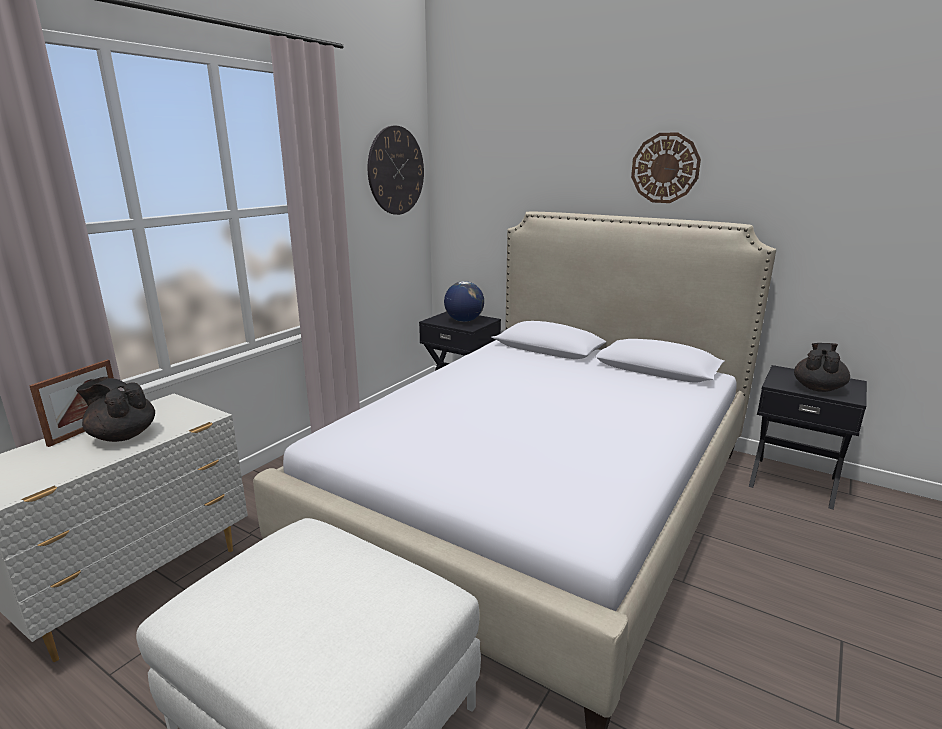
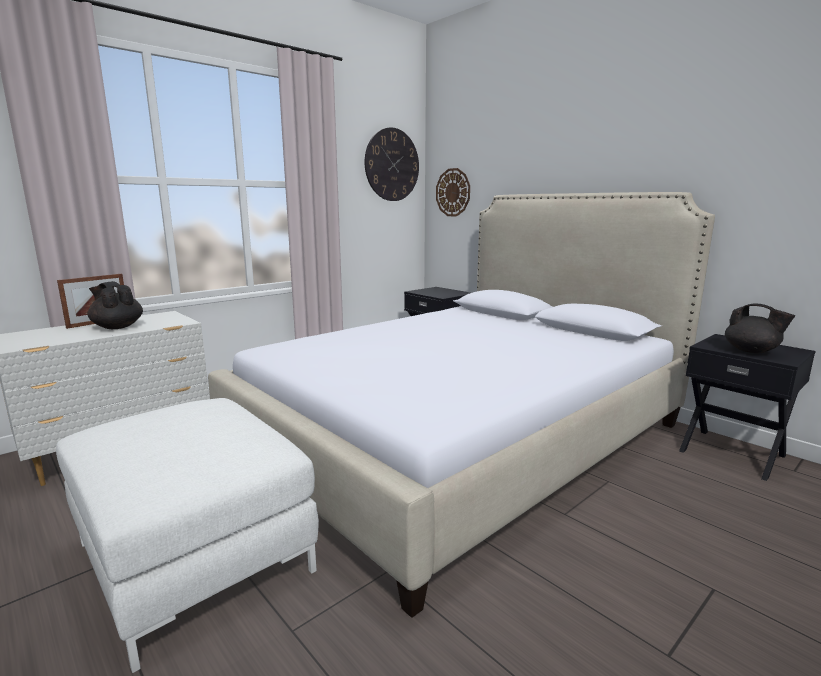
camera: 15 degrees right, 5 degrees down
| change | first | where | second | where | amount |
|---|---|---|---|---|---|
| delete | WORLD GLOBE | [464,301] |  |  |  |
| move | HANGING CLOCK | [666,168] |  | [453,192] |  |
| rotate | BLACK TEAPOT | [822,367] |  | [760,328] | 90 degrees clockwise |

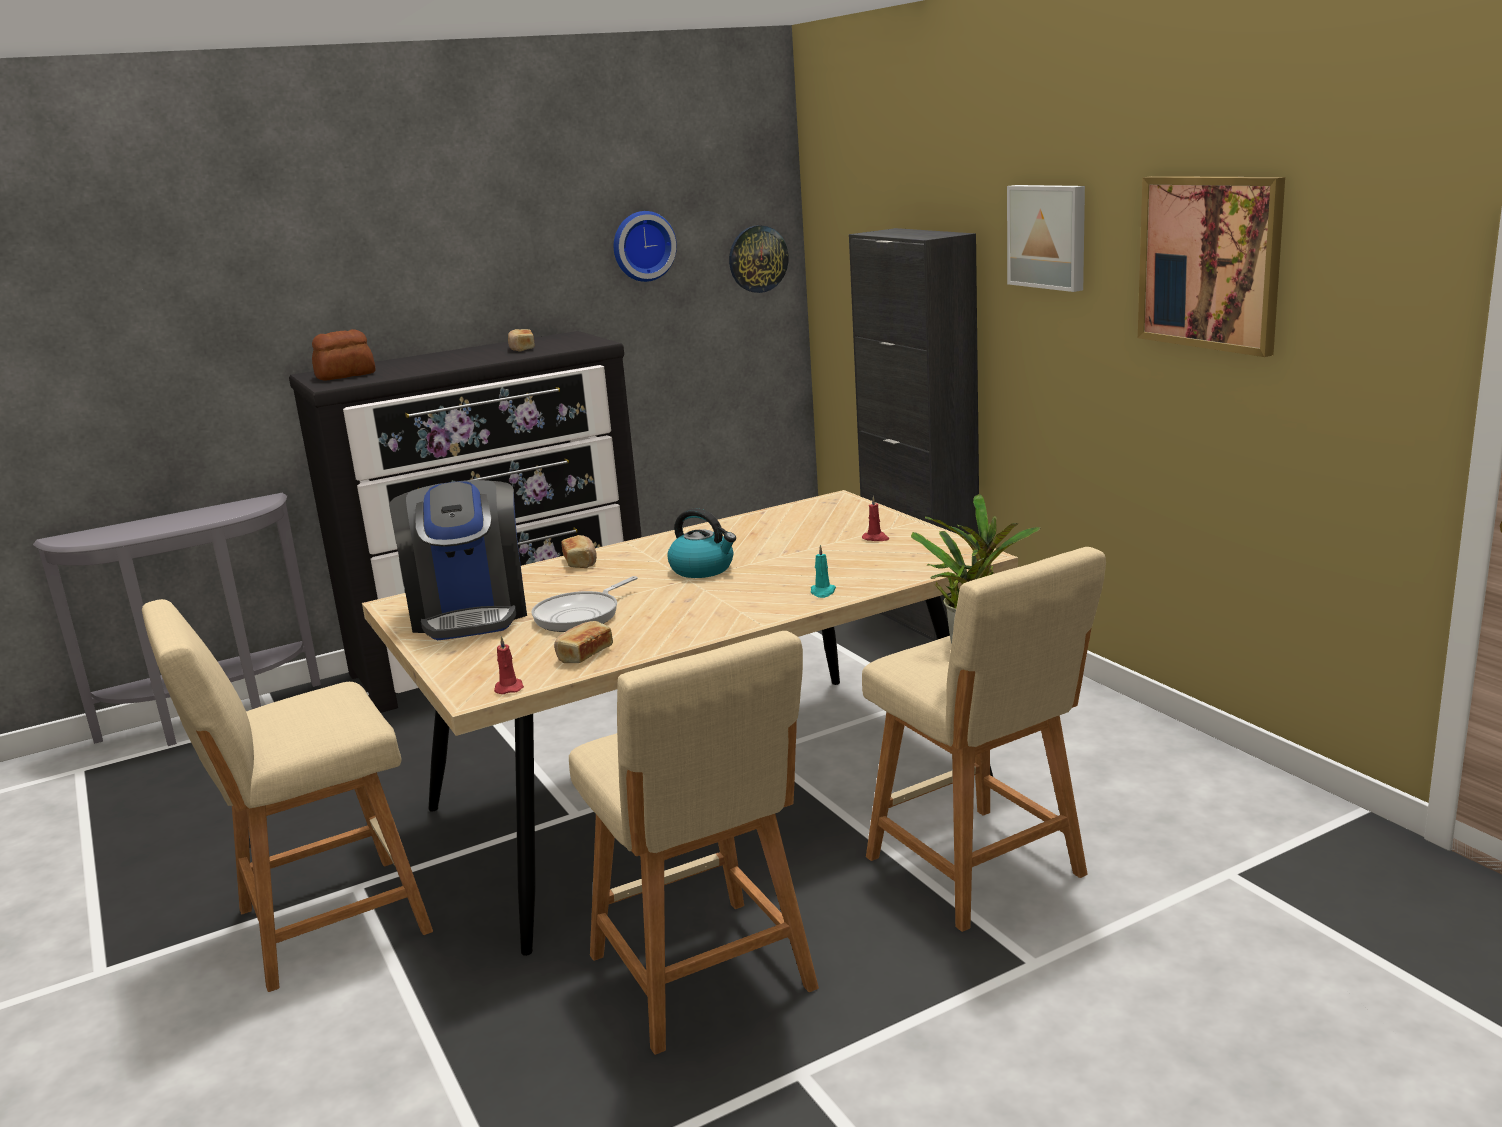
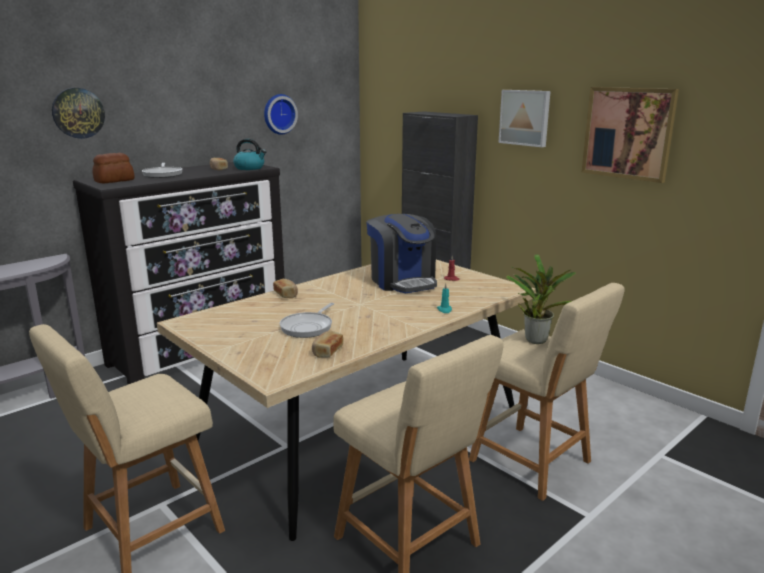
camera: 15 degrees left, 0 degrees up
| change | first | where | second | where | amount |
|---|---|---|---|---|---|
| delete | REDDISH WAX LIGHT | [509,665] |  |  |  |
| insert |  |  | FRYING PAN | [162,170] |  |
| move | COFFEE BREWER | [458,560] |  | [402,253] |  |
| move | TEA KETTLE | [701,543] |  | [249,154] |  |
| move | HANGING CLOCK | [759,259] |  | [78,113] |  |

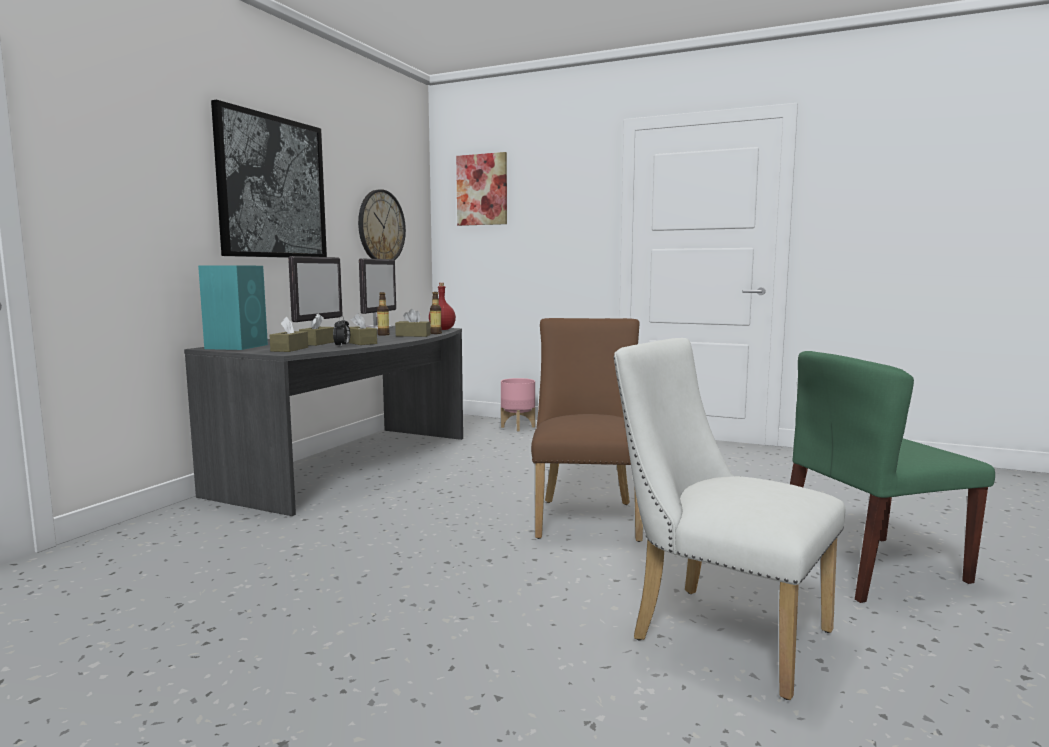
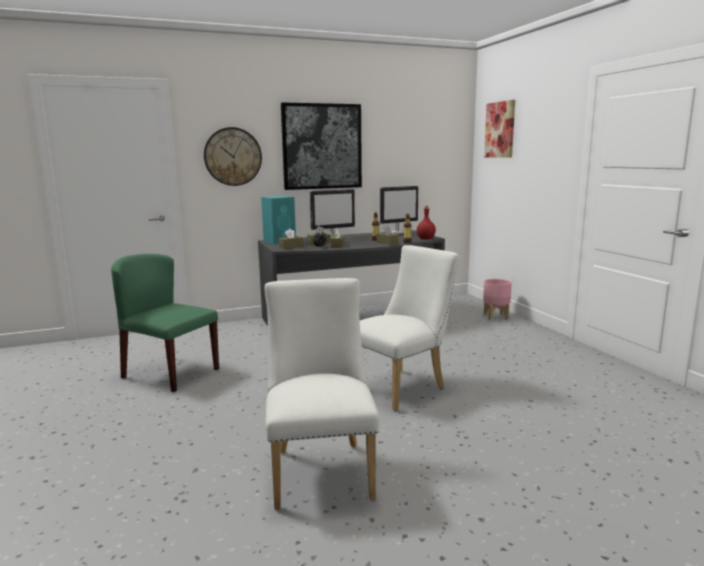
camera: 45 degrees right, 5 degrees up
| change | first | where | second | where | amount |
|---|---|---|---|---|---|
| move | HANGING CLOCK | [382,224] |  | [233,156] |  |
| move | GREEN-COLOURED UPRIGHT CHAIR | [892,477] |  | [165,323] |  |
| recolor | BROWNISH UPRIGHT CHAIR | [587,430] | WHITE-COLOURED UPRIGHT CHAIR | [409,328] |  |

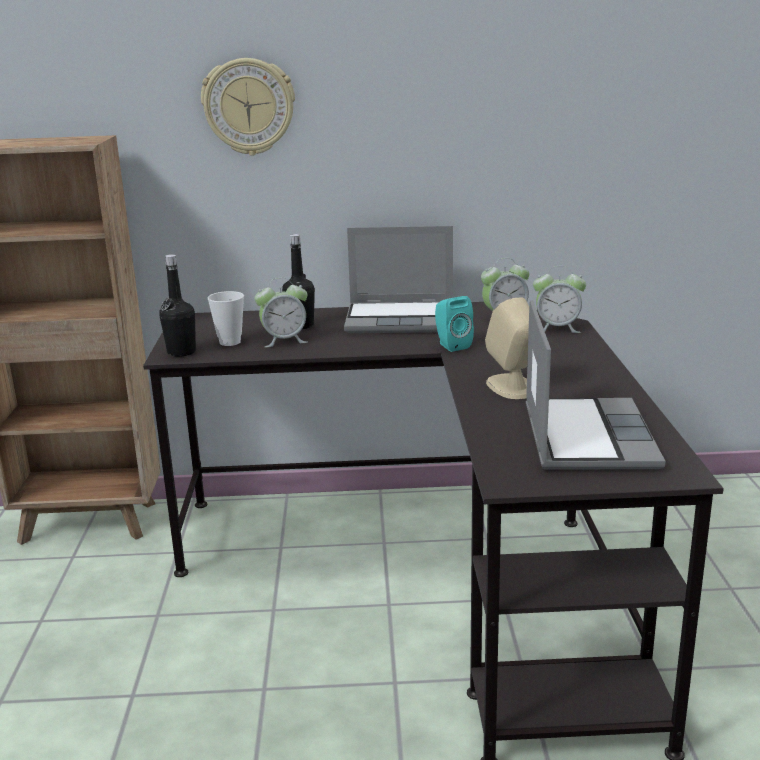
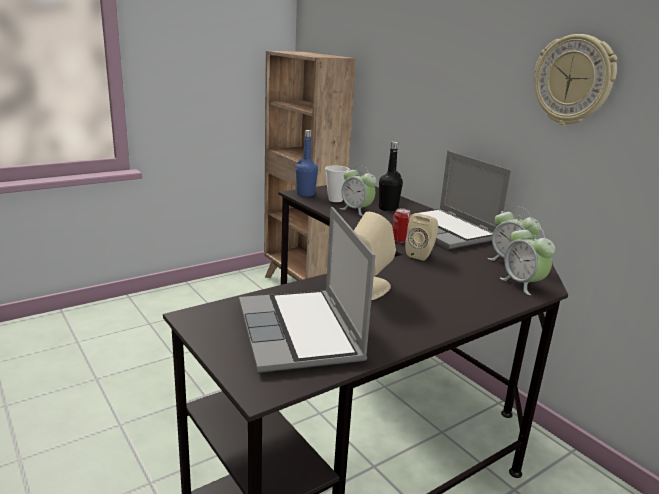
camera: 55 degrees right, 0 degrees up
| change | first | where | second | where | amount |
|---|---|---|---|---|---|
| insert |  |  | METAL CAN | [402,225] |  |
| move | HANGING CLOCK | [248,107] |  | [575,79] |  |
| recolor | BLACK BEVERAGE BOTTLE | [177,305] | BLUISH BEVERAGE BOTTLE | [307,163] |  |
| recolor | TURQUOISE AUDIO SPEAKER | [454,324] | BEIGE-COLOURED AUDIO SPEAKER | [421,237] |  |
| rotate | PORTABLE COMPUTER | [595,385] |  | [307,290] | 105 degrees clockwise |

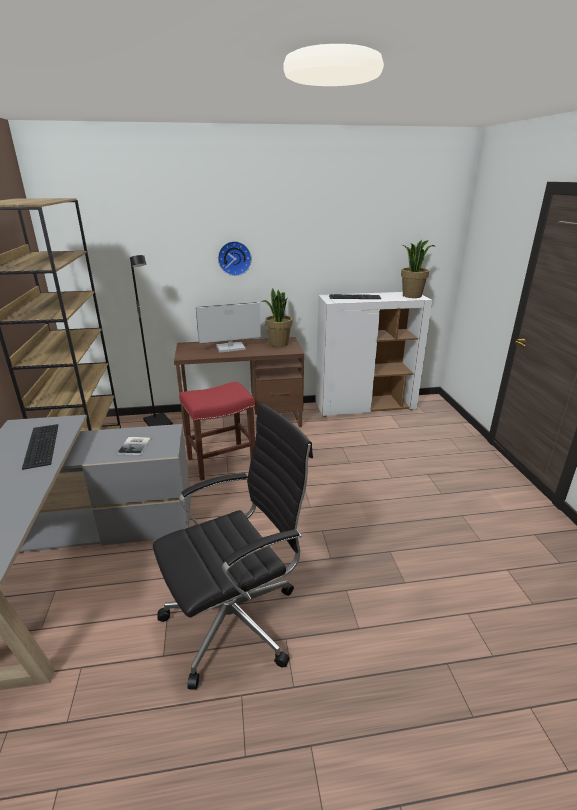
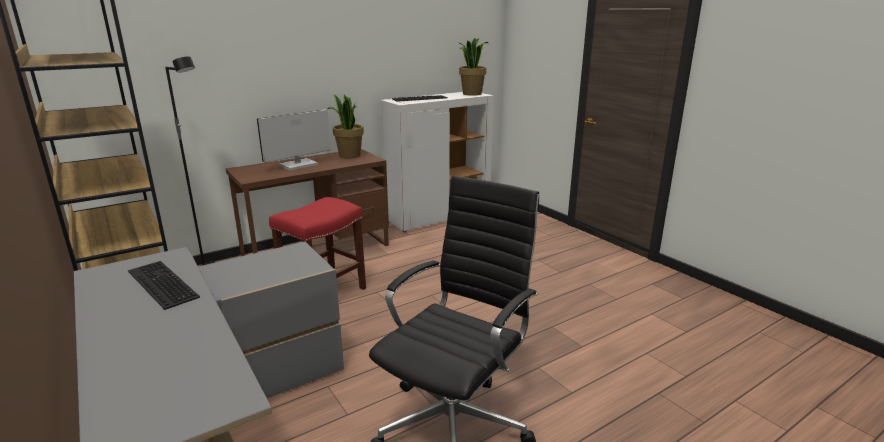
camera: 25 degrees left, 5 degrees down
| change | first | where | second | where | amount |
|---|---|---|---|---|---|
| delete | BOUND BOOK | [134,446] |  |  |  |
| delete | HANGING CLOCK | [235,258] |  |  |  |

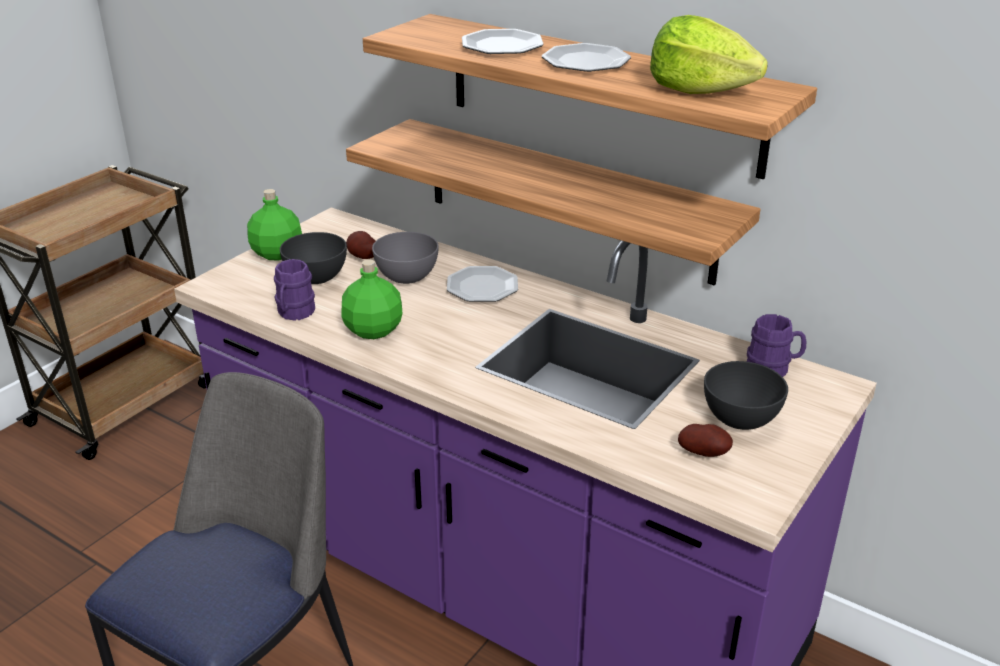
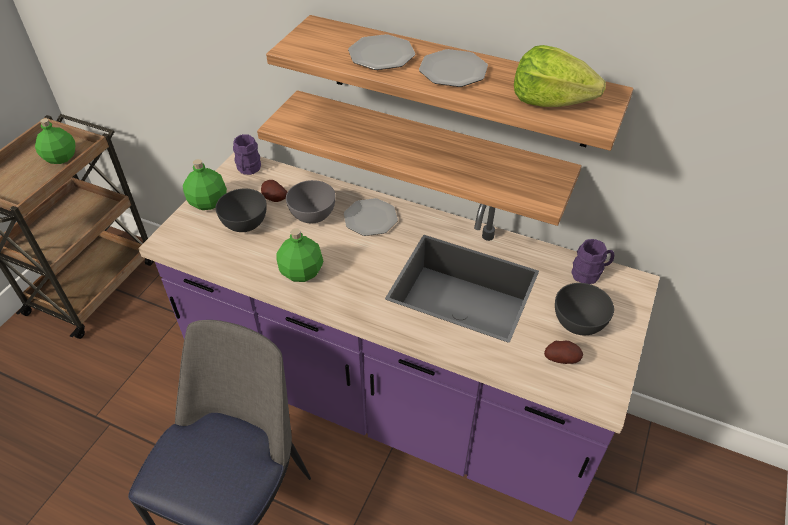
camera: 10 degrees left, 15 degrees up
| change | first | where | second | where | amount |
|---|---|---|---|---|---|
| insert |  |  | GREEN-COLOURED BEVERAGE BOTTLE | [55,141] |  |
| move | PURPLE COFFEE MUG | [294,290] |  | [247,154] |  |

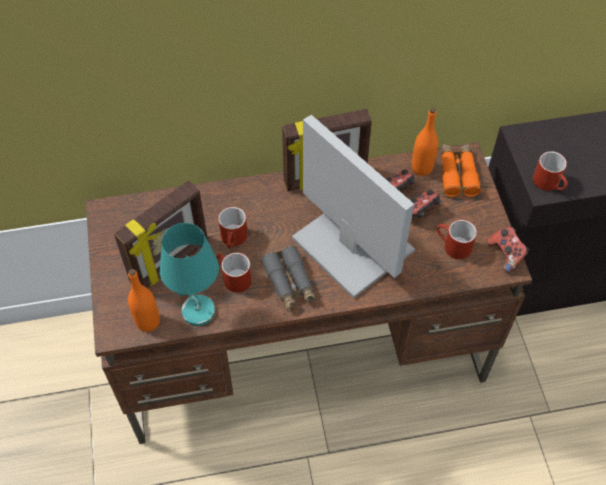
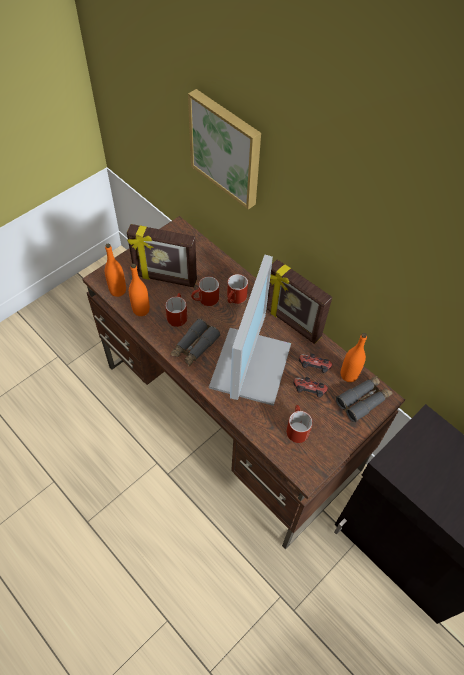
camera: 55 degrees right, 0 degrees up
| change | first | where | second | where | amount |
|---|---|---|---|---|---|
| delete | GAMEPAD | [508,250] |  |  |  |
| insert |  |  | PICTURE | [224,149] |  |
| move | REDDISH COFFEE MUG | [550,171] |  | [237,289] |  |
| replace | TURQUOISE TABLETOP LAMP | [189,274] | ORANGE BEVERAGE BOTTLE | [139,290] |  |
| recolor | ORANGE FIELD GLASSES | [461,170] | GRAY FIELD GLASSES | [364,398] |  |

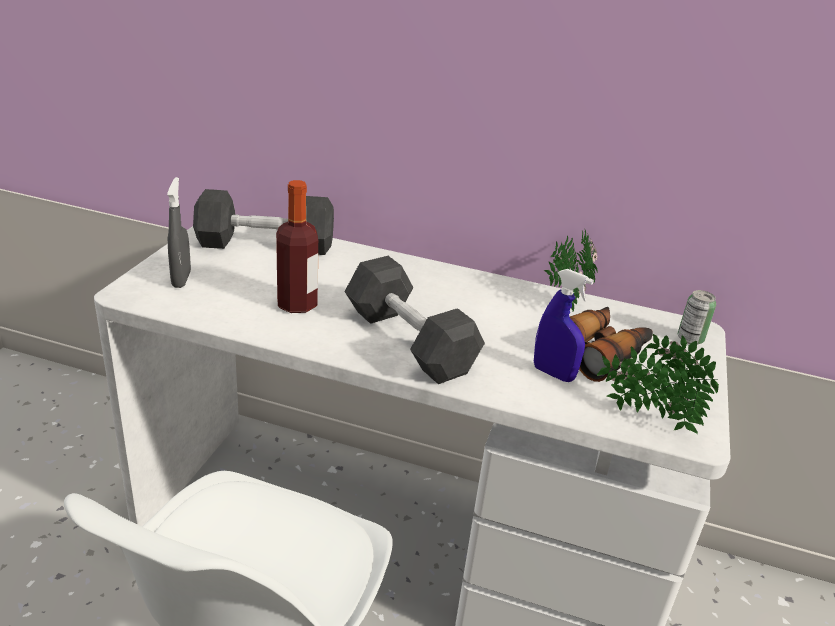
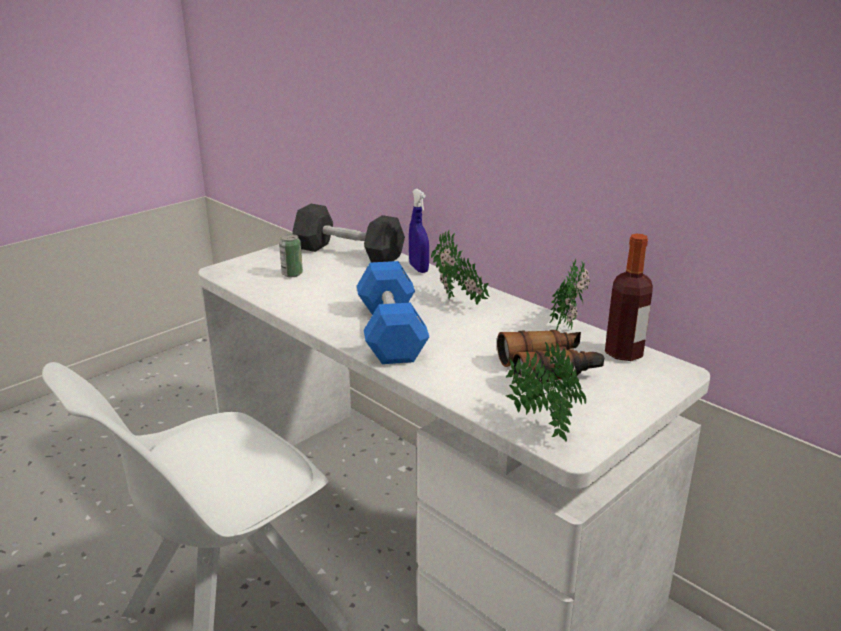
camera: 30 degrees right, 5 degrees down
| change | first | where | second | where | amount |
|---|---|---|---|---|---|
| delete | GRAY SPRAY BOTTLE | [179,232] |  |  |  |
| insert |  |  | POTTED PLANT | [460,267] |  |
| move | BEVERAGE BOTTLE | [297,246] |  | [629,297] |  |
| move | BLUISH SPRAY BOTTLE | [564,325] |  | [419,231] |  |
| move | METAL CAN | [697,317] |  | [291,255] |  |
| recolor | BLACK FREE WEIGHT | [414,320] | BLUISH FREE WEIGHT | [393,312] |  |

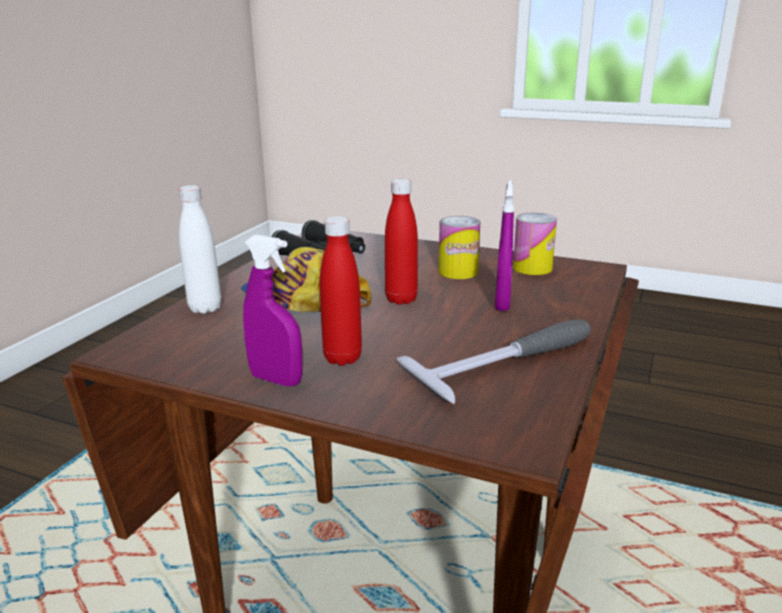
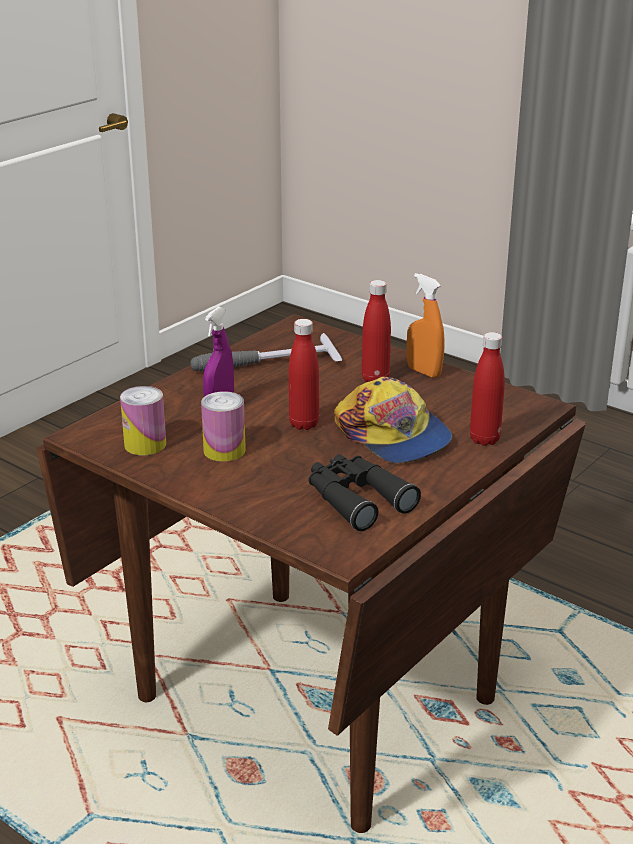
camera: 165 degrees left, 5 degrees up
| change | first | where | second | where | amount |
|---|---|---|---|---|---|
| recolor | WHITE-COLOURED BEVERAGE BOTTLE | [200,249] | REDDISH BEVERAGE BOTTLE | [487,389] |  |
| recolor | PURPLE SPRAY BOTTLE | [273,310] | ORANGE SPRAY BOTTLE | [425,325] |  |

